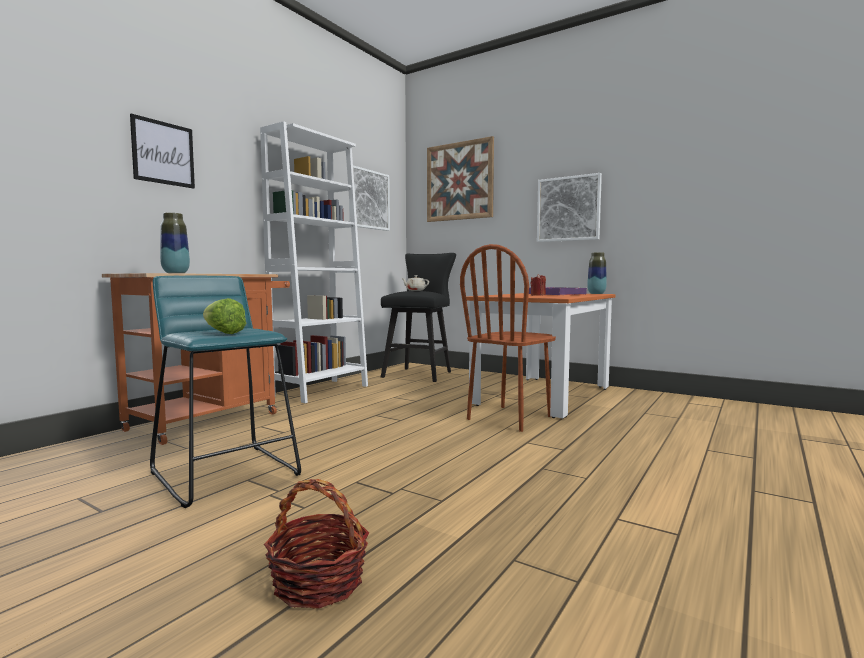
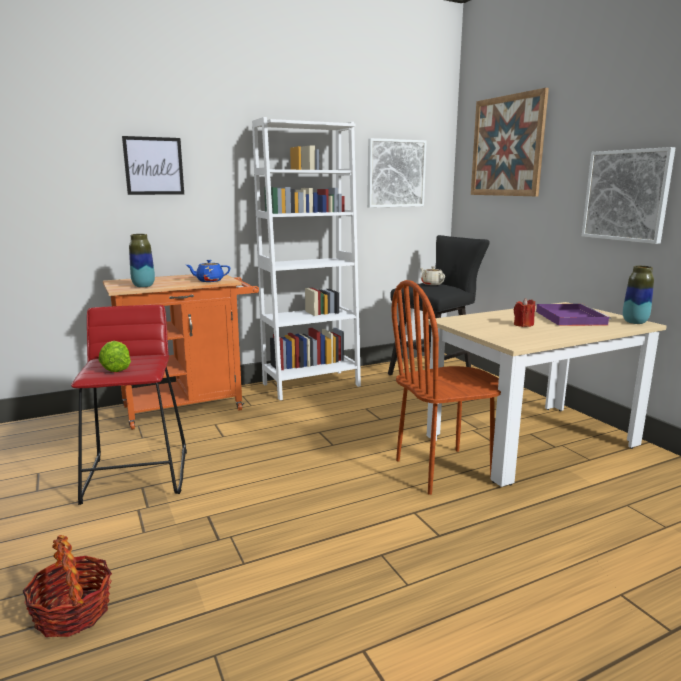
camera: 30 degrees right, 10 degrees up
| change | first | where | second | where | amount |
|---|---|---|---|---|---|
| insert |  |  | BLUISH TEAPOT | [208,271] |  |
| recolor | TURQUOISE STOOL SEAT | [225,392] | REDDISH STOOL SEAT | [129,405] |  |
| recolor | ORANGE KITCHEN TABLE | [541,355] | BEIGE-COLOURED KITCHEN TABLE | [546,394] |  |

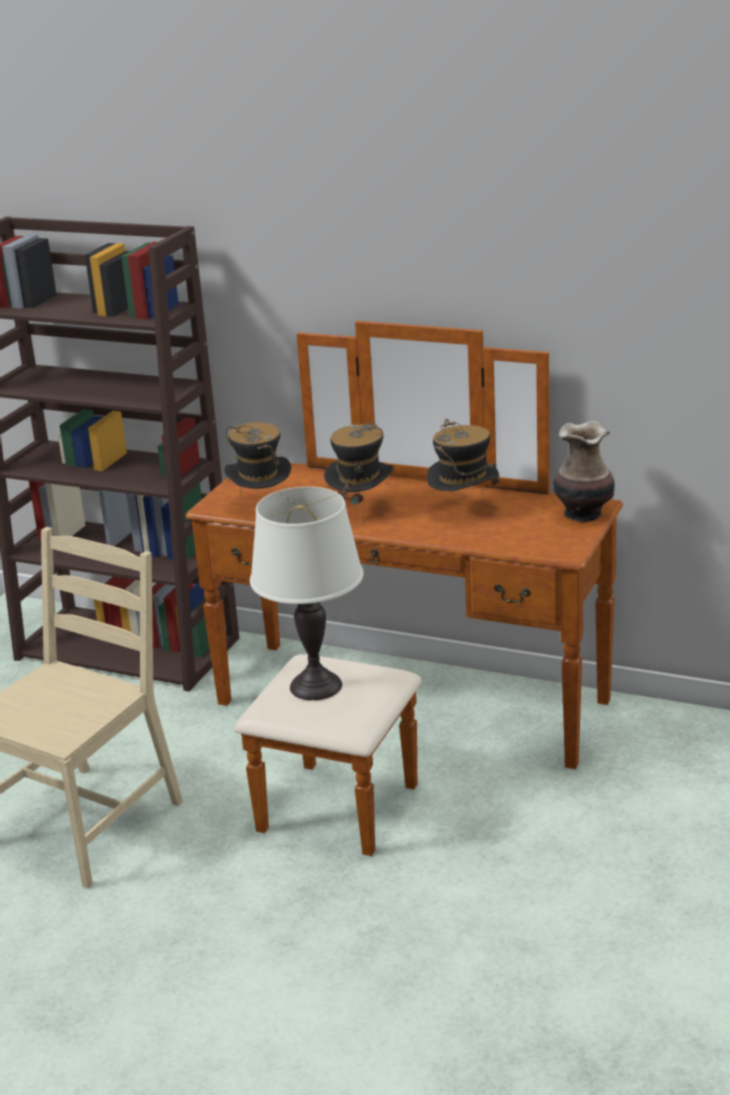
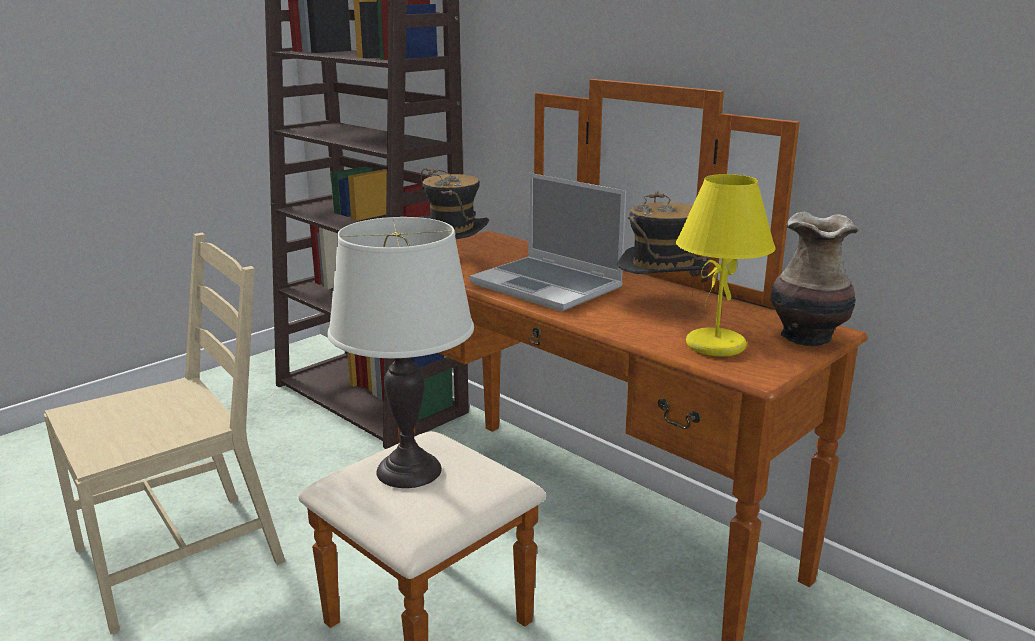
camera: 20 degrees right, 5 degrees down
| change | first | where | second | where | amount |
|---|---|---|---|---|---|
| insert |  |  | YELLOW TABLETOP LAMP | [726,265] |  |
| replace | WEARABLE HAT | [359,474] | PORTABLE COMPUTER | [547,242] |  |

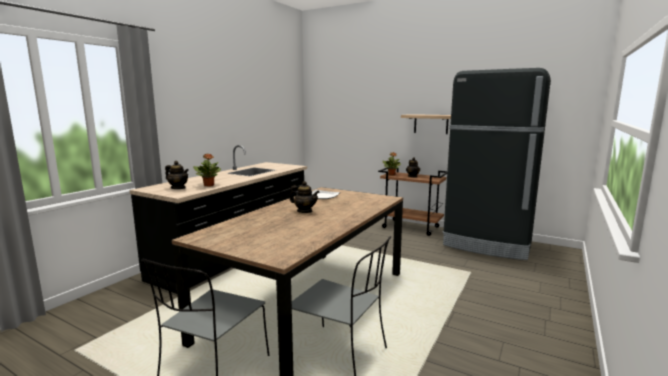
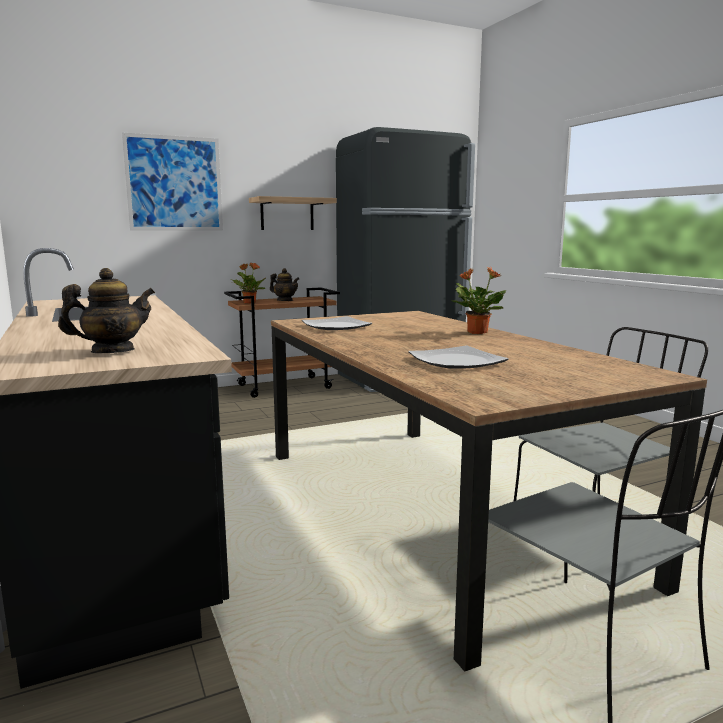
camera: 55 degrees left, 0 degrees up
| change | first | where | second | where | amount |
|---|---|---|---|---|---|
| delete | TEAPOT | [305,197] |  |  |  |
| insert |  |  | PICTURE | [172,182] |  |
| insert |  |  | PLATE | [458,357] |  |
| move | POTTED PLANT | [207,170] |  | [478,300] |  |

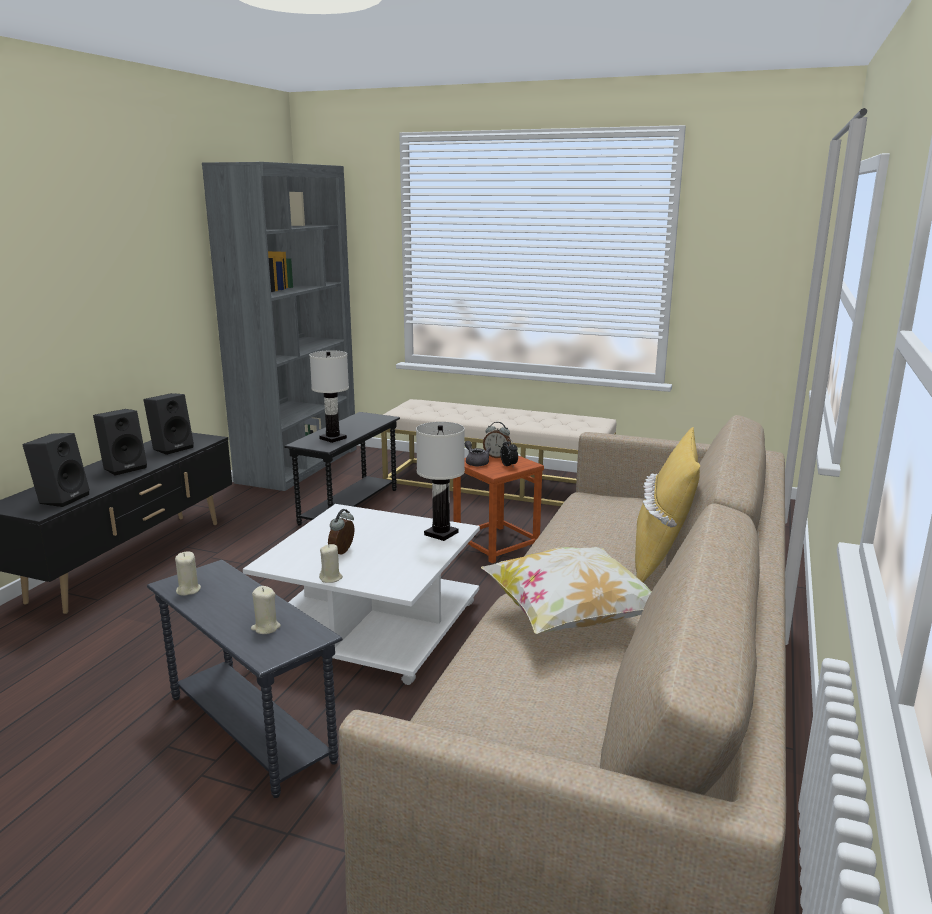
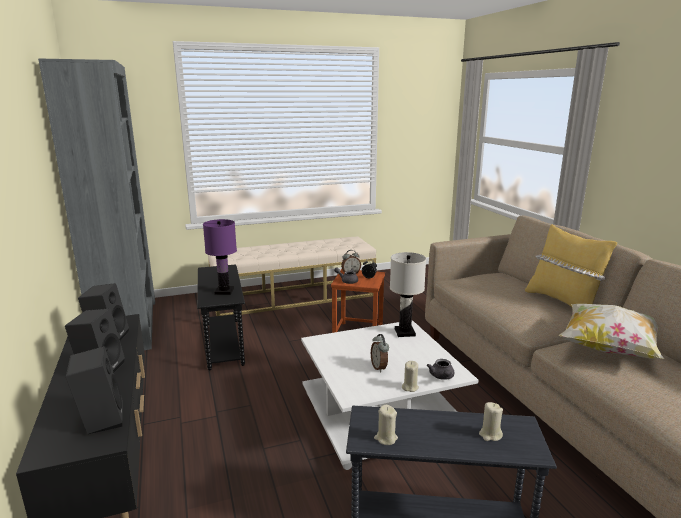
camera: 40 degrees left, 0 degrees up
| change | first | where | second | where | amount |
|---|---|---|---|---|---|
| insert |  |  | GRAY TEAPOT | [440,369] |  |
| recolor | WHITE-COLOURED TABLETOP LAMP | [329,396] | PURPLE TABLETOP LAMP | [220,257] |  |

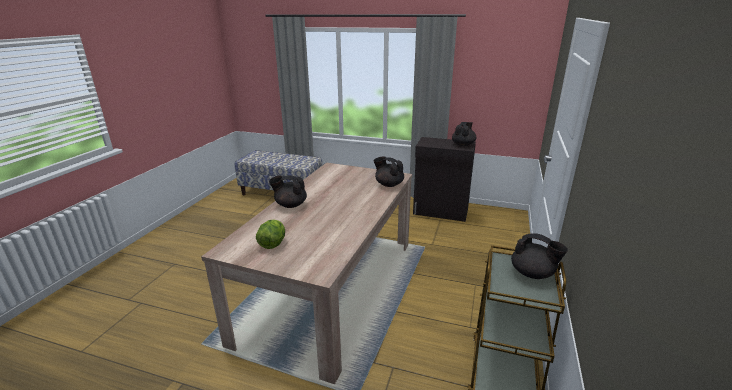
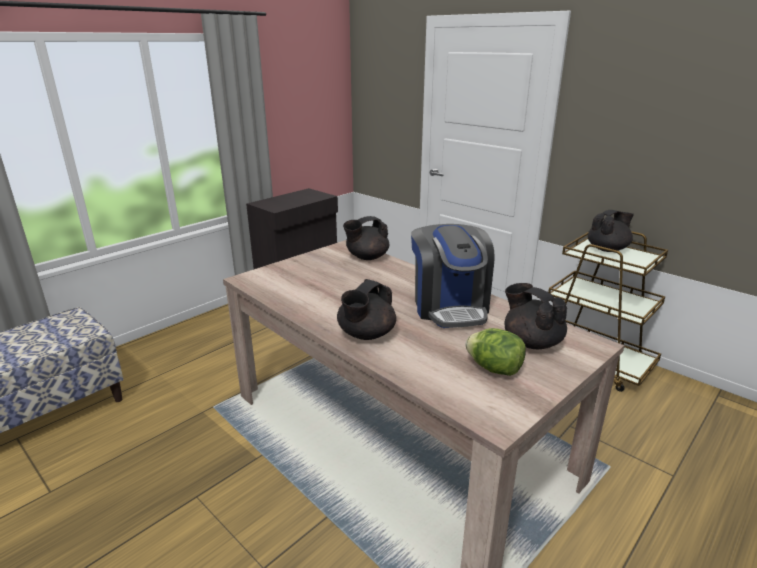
camera: 65 degrees left, 0 degrees up
| change | first | where | second | where | amount |
|---|---|---|---|---|---|
| insert |  |  | COFFEE BREWER | [453,276] |  |
| move | BLACK TEAPOT | [464,134] |  | [535,316] |  |

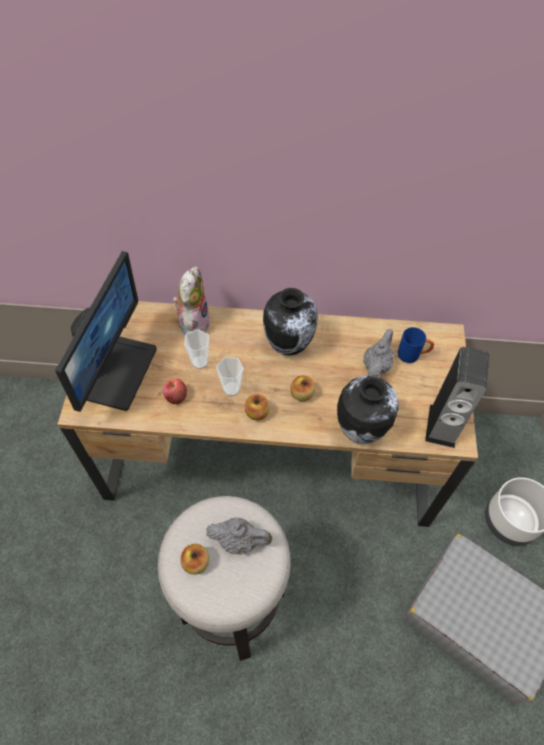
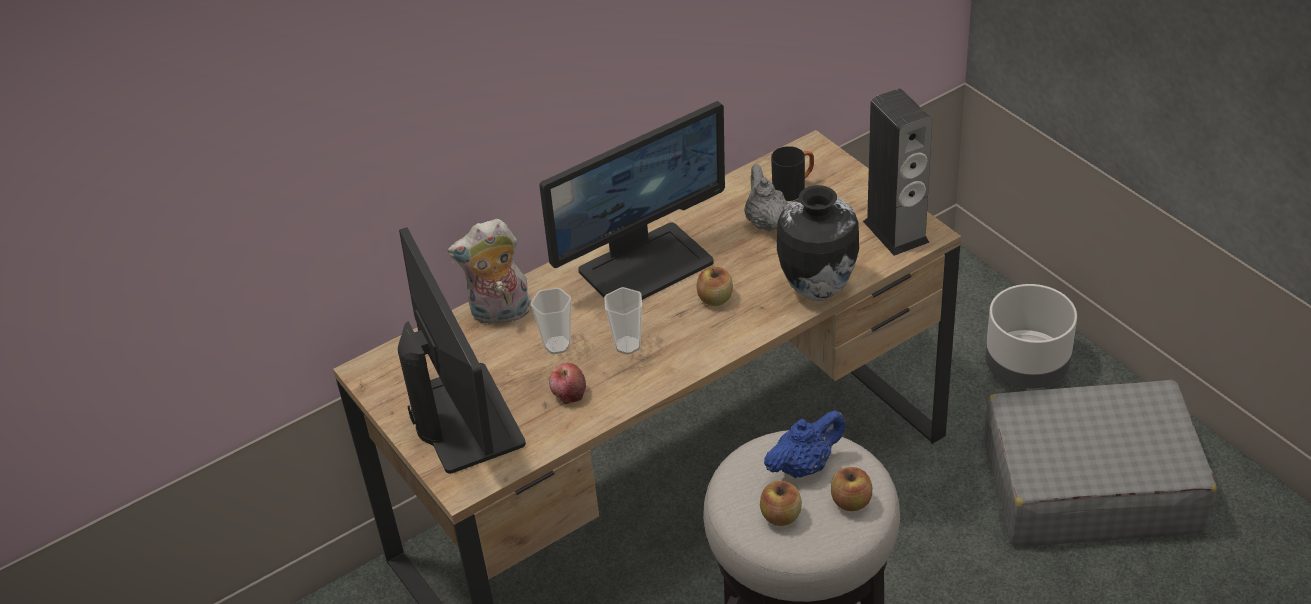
camera: 35 degrees left, 15 degrees down
| change | first | where | second | where | amount |
|---|---|---|---|---|---|
| move | APPLE FRUIT | [257,407] |  | [851,489] |  |
| replace | DECORATIVE VASE | [290,322] | COMPUTER SCREEN | [632,200] |  |
| recolor | GRAY TEAPOT | [239,536] | BLUISH TEAPOT | [805,444] |  |
| recolor | BLUISH COFFEE MUG | [415,345] | BLACK COFFEE MUG | [792,173] |  |
| rotate | PLUSH TOY | [191,301] |  | [489,272] | 75 degrees counterclockwise |

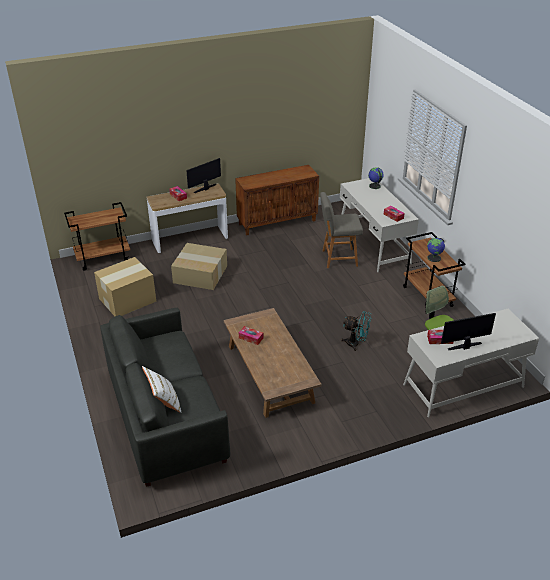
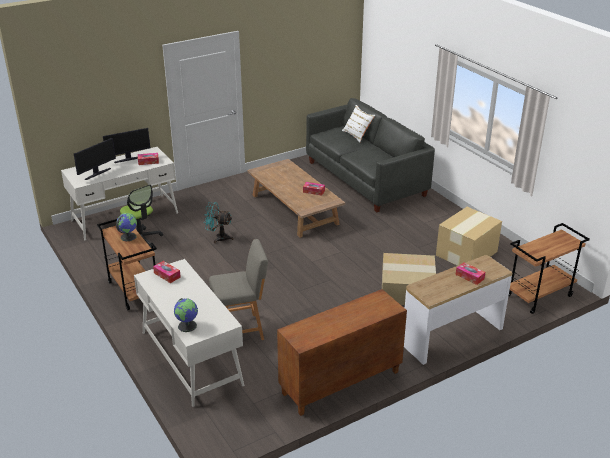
camera: 170 degrees right, 5 degrees down
| change | first | where | second | where | amount |
|---|---|---|---|---|---|
| move | COMPUTER SCREEN | [203,175] |  | [95,159] |  |

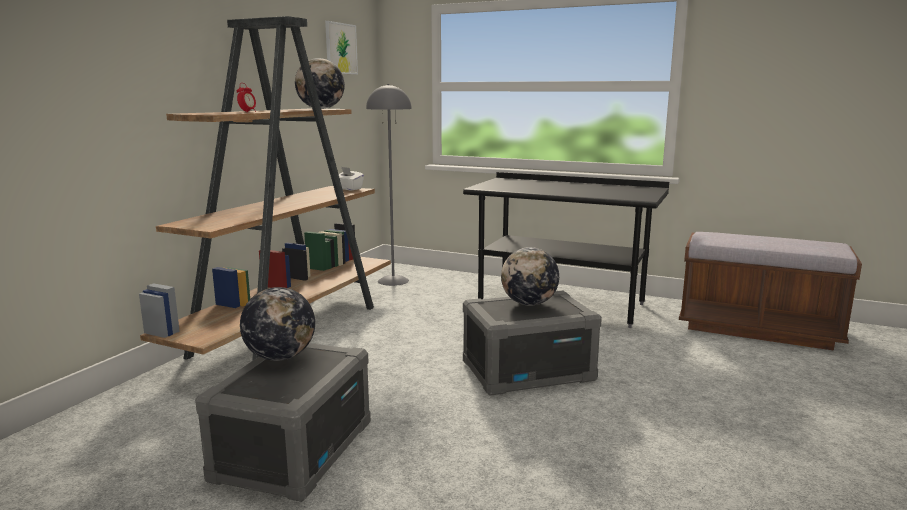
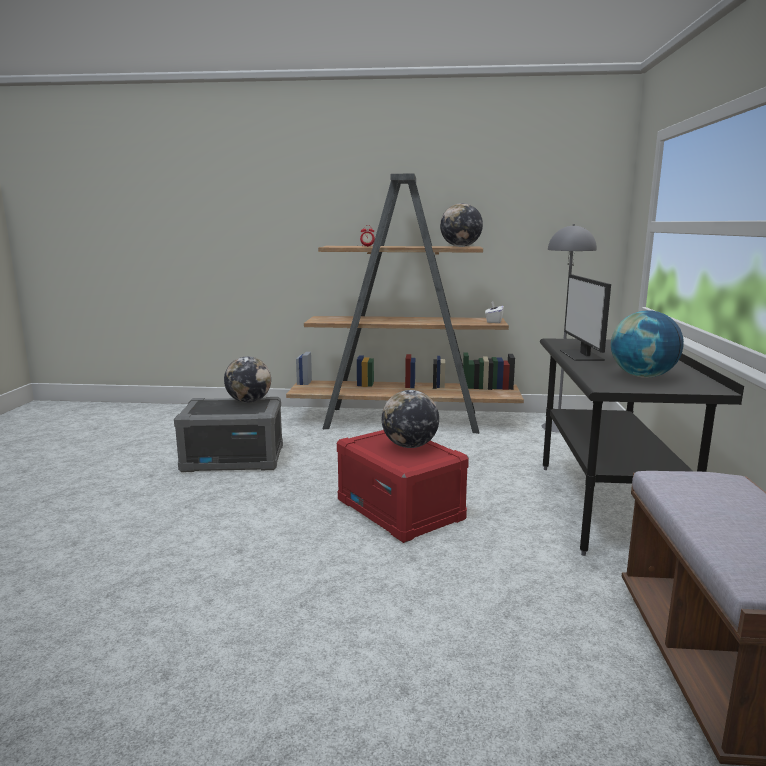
camera: 70 degrees right, 0 degrees up
| change | first | where | second | where | amount |
|---|---|---|---|---|---|
| delete | PICTURE | [341,47] |  |  |  |
| insert |  |  | COMPUTER SCREEN | [585,317] |  |
| insert |  |  | WORLD GLOBE | [647,344] |  |
| recolor | GRAY STORAGE CONTAINER | [532,343] | REDDISH STORAGE CONTAINER | [403,486] |  |

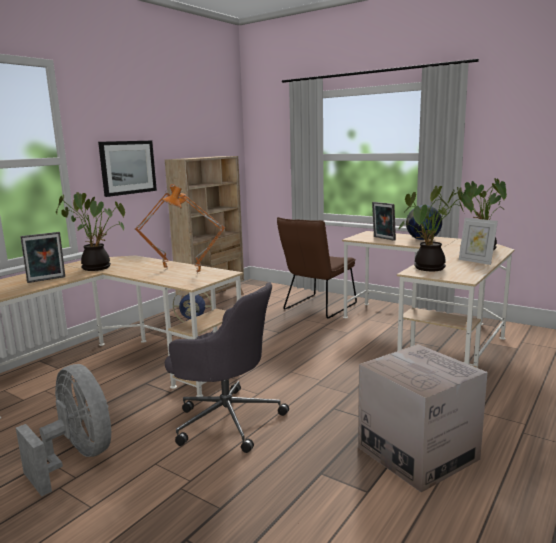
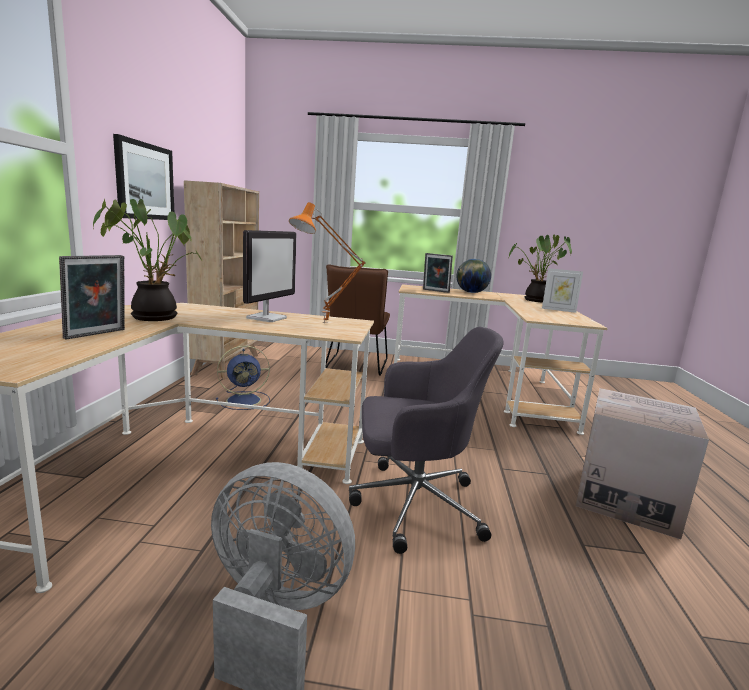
camera: 30 degrees left, 0 degrees up
| change | first | where | second | where | amount |
|---|---|---|---|---|---|
| delete | POTTED PLANT | [435,228] |  |  |  |
| replace | ORANGE TABLETOP LAMP | [161,227] | COMPUTER SCREEN | [269,276] |  |

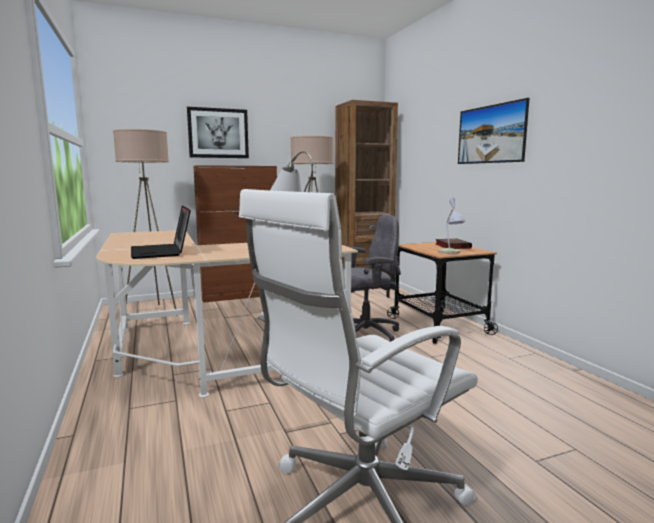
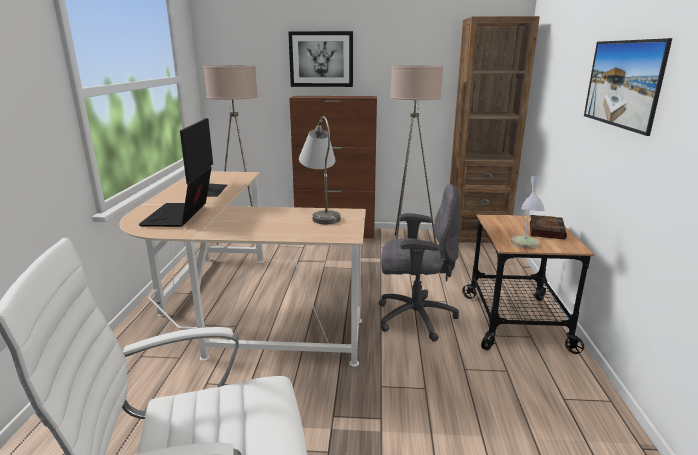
camera: 25 degrees right, 10 degrees up
| change | first | where | second | where | amount |
|---|---|---|---|---|---|
| insert |  |  | COMPUTER SCREEN | [203,157] |  |

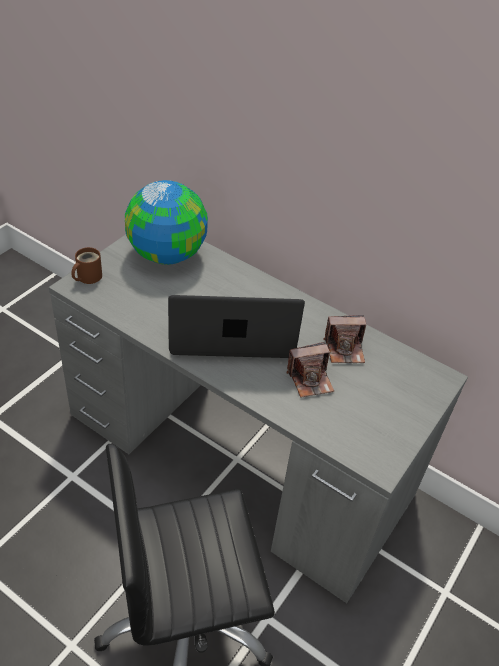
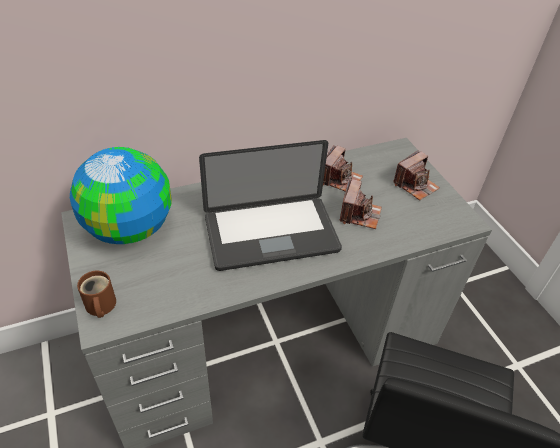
camera: 55 degrees left, 0 degrees up
| change | first | where | second | where | amount |
|---|---|---|---|---|---|
| insert |  |  | STILL CAMERA | [416,175] |  |
| rotate | PORTABLE COMPUTER | [236,326] |  | [270,205] | 135 degrees counterclockwise |

